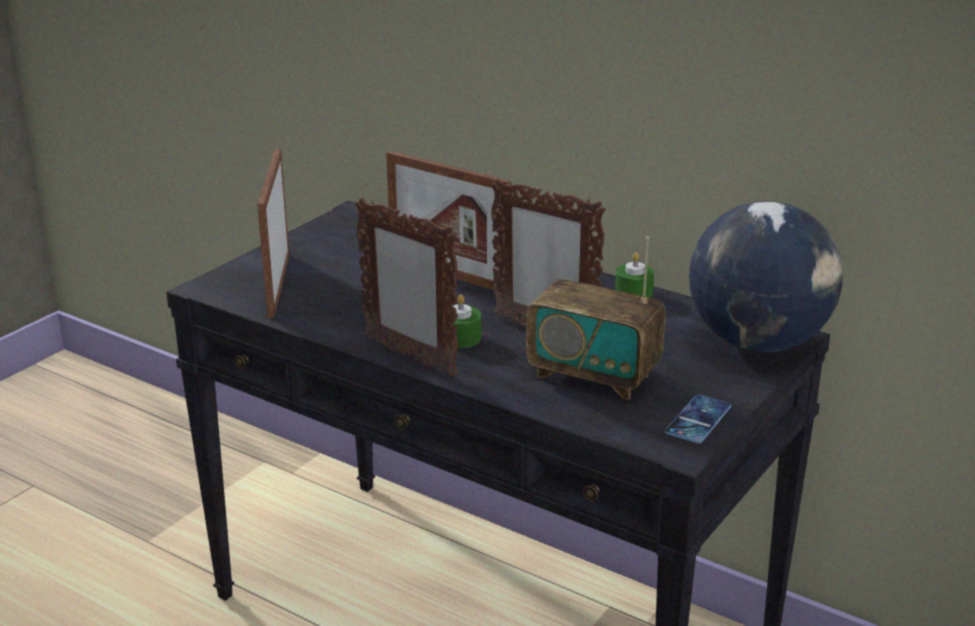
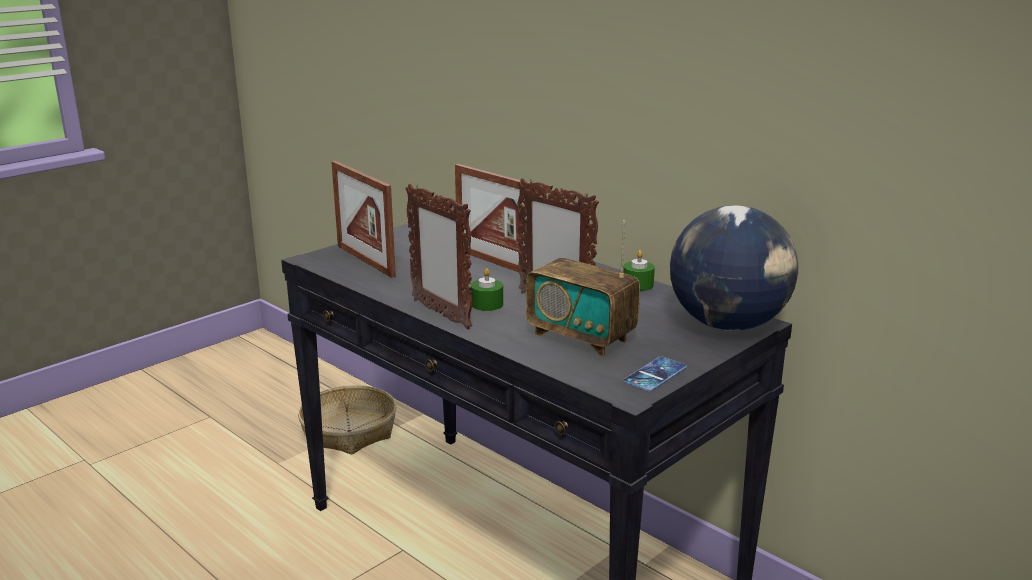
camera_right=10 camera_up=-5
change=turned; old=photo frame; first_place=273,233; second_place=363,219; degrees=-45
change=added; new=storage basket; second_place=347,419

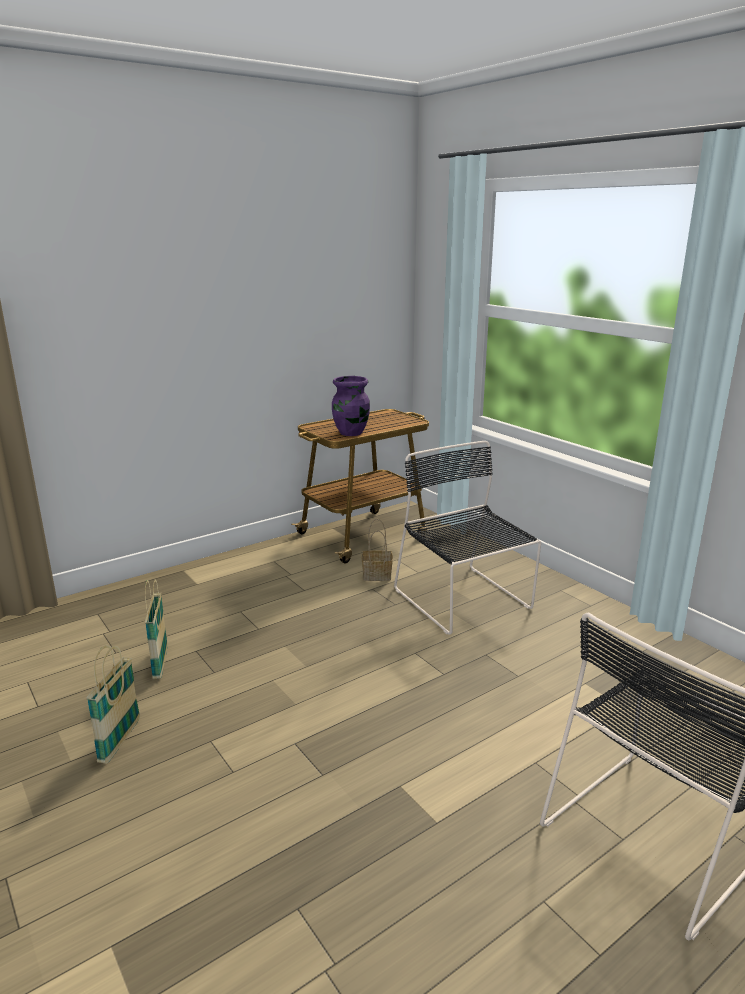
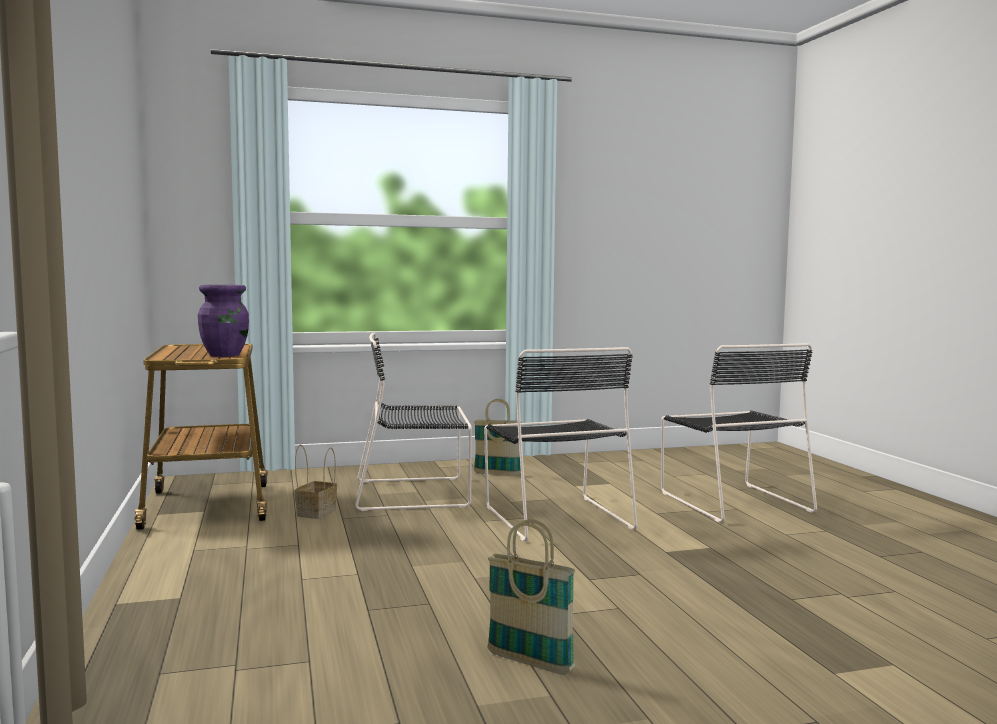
camera_right=-70 camera_up=-15
change=moved; old=storage basket; first_place=156,629; second_place=498,437
change=added; new=black plain chair; second_place=560,444

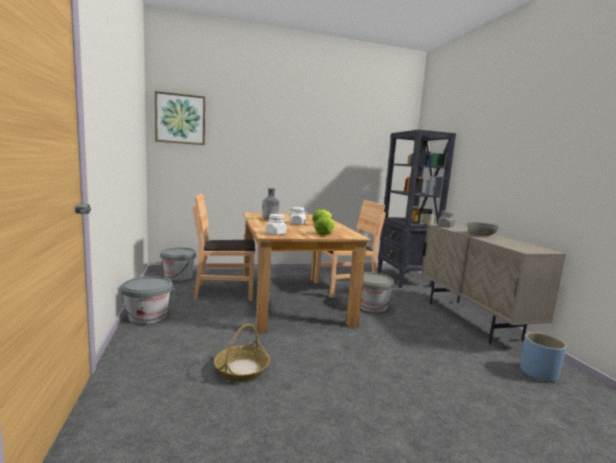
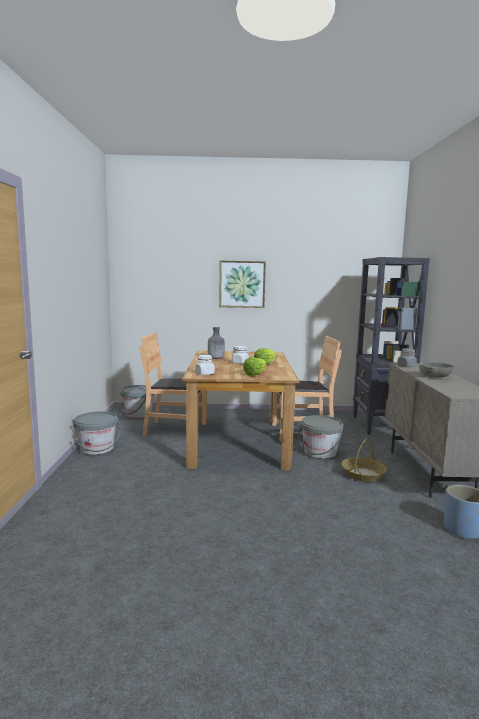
camera_right=15 camera_up=0
change=moved; old=wall picture; first_place=180,118; second_place=242,284
change=moved; old=storage basket; first_place=242,353; second_place=364,460

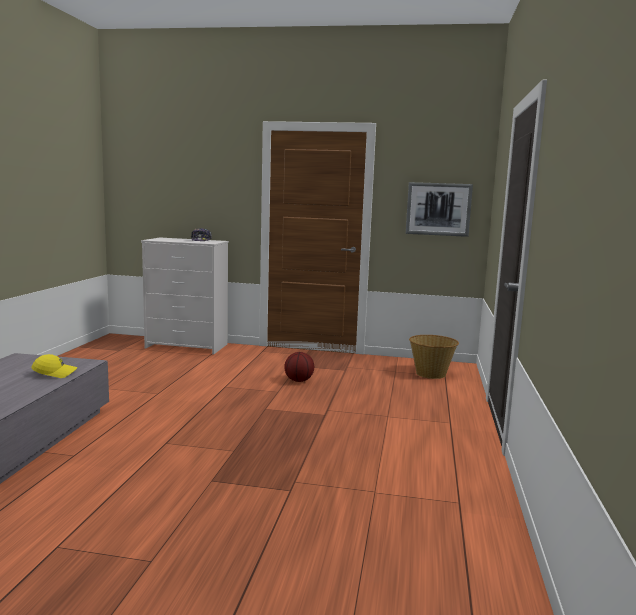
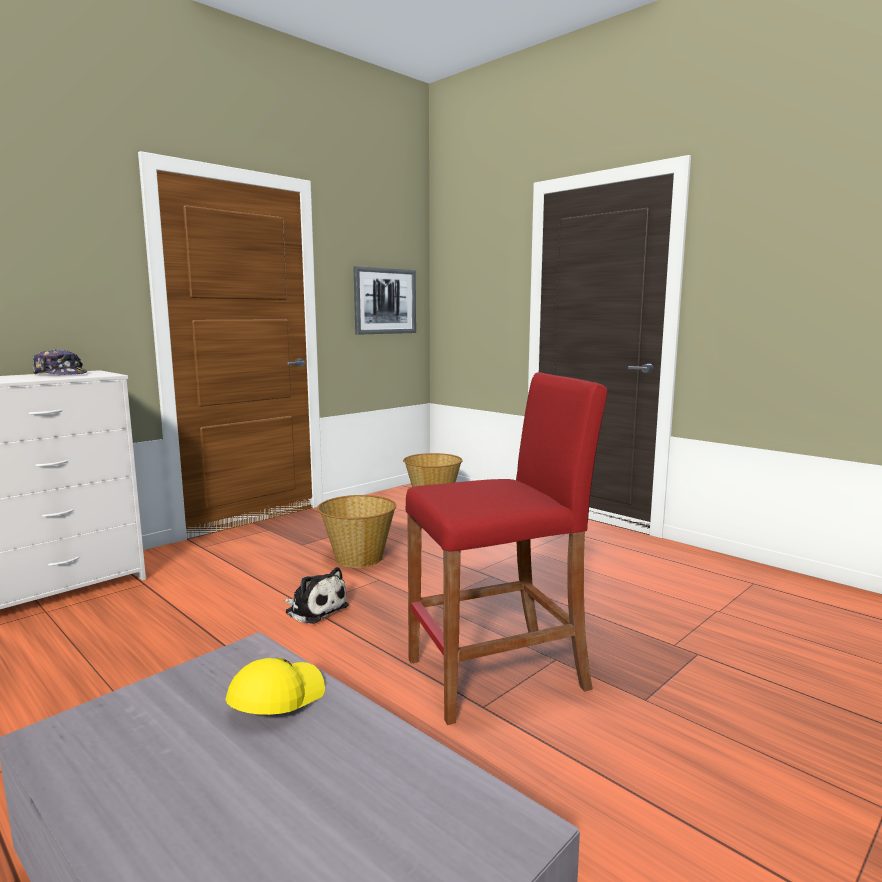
camera_right=-55 camera_up=0
change=replaced; old=basketball ball; new=storage basket; first_place=299,367; second_place=356,531
change=added; new=red-coloured stool seat; second_place=506,548
change=added; new=soft toy; second_place=316,595

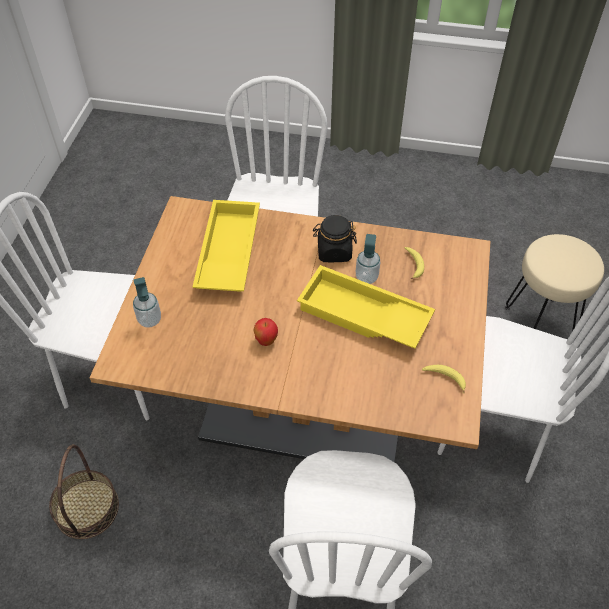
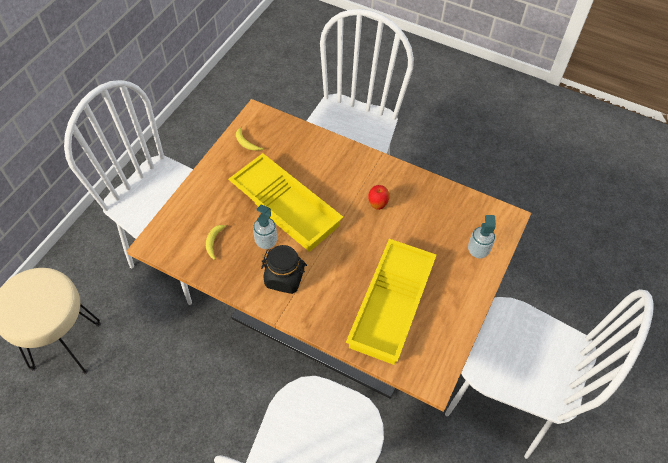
camera_right=-165 camera_up=5
change=removed; old=storage basket; first_place=84,491

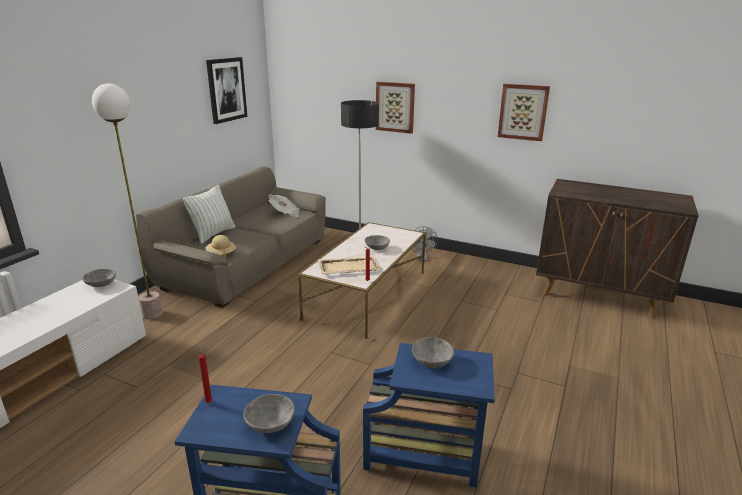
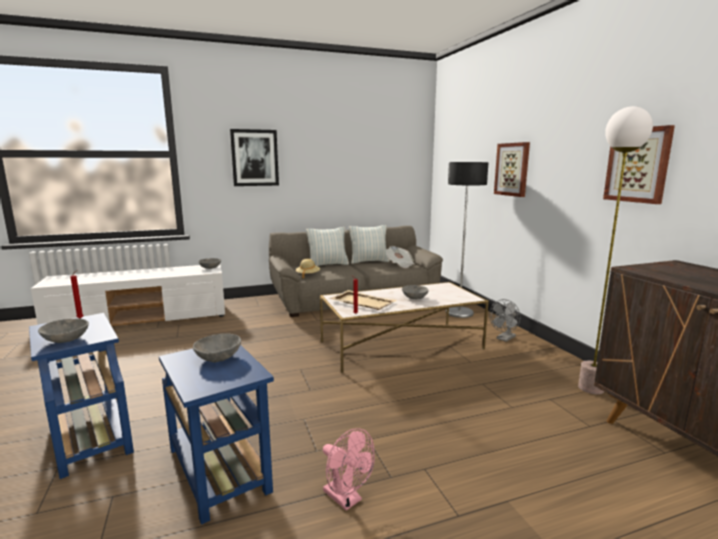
camera_right=45 camera_up=-10
change=moved; old=wall picture; first_place=226,90; second_place=254,157
change=moved; old=floor lamp; first_place=127,201; second_place=615,250
change=added; new=throw pillow; second_place=369,244
change=added; new=pink cooling fan; second_place=349,469

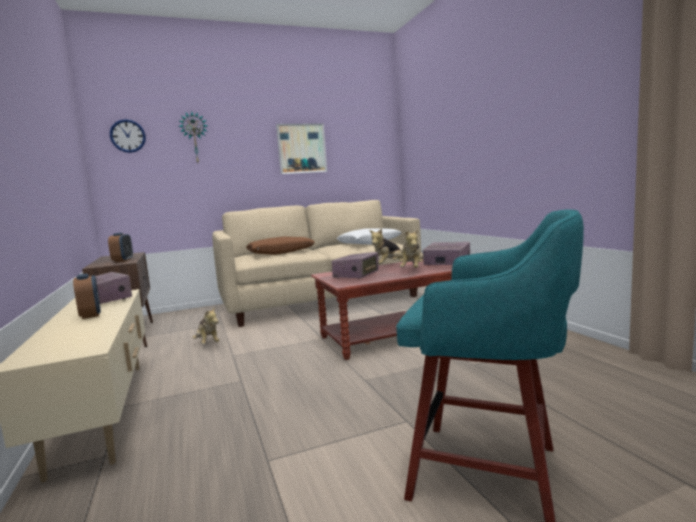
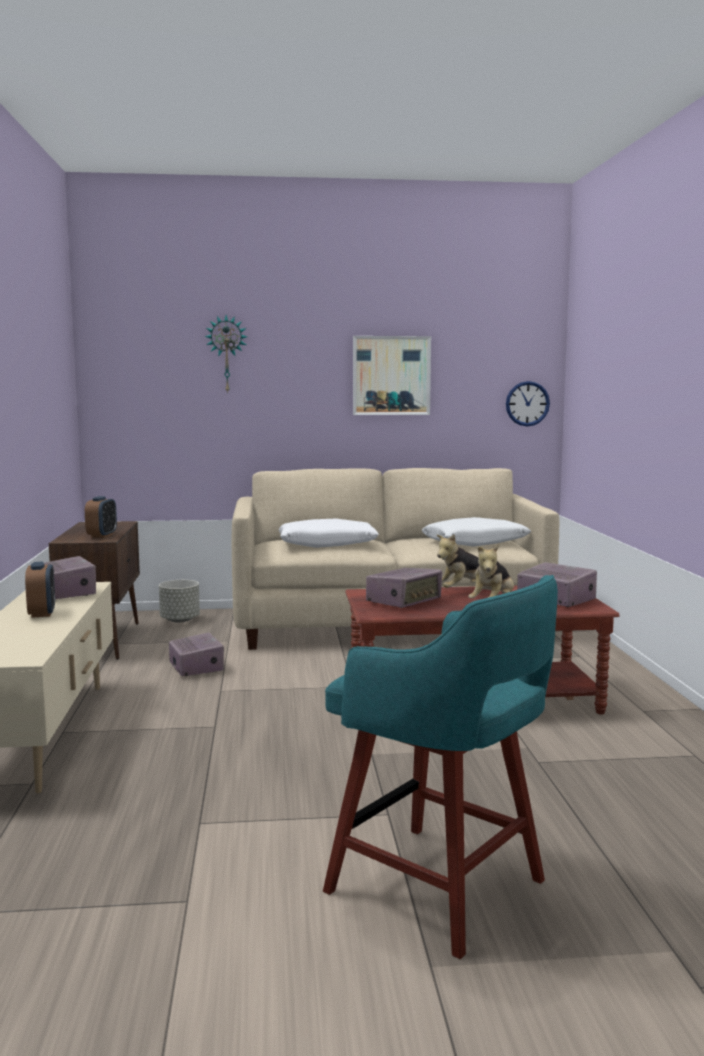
camera_right=15 camera_up=0
change=moved; old=clock on the wall; first_place=128,136; second_place=528,403
change=recoloured; old=brown throw pillow; new=white-coloured throw pillow; first_place=280,246; second_place=329,533
change=replaced; old=soft toy; new=radio; first_place=205,325; second_place=196,654
change=added; new=greyish planter; second_place=179,601

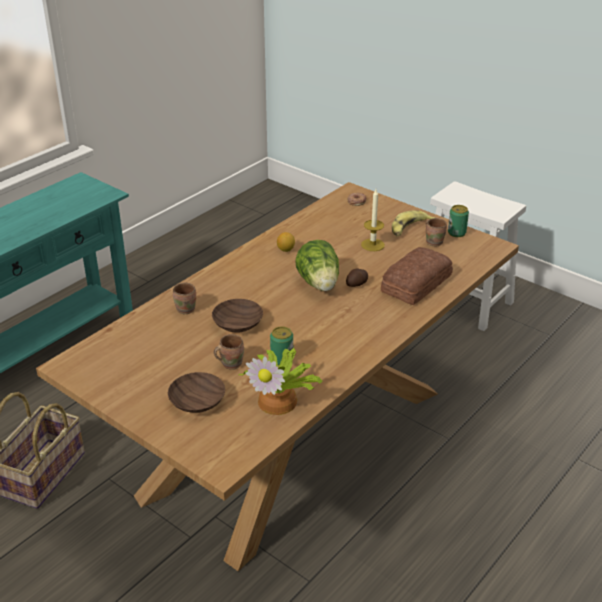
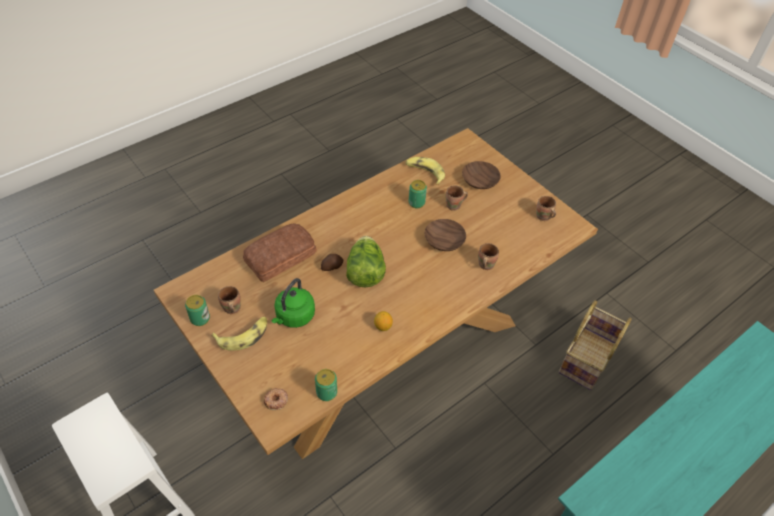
camera_right=-170 camera_up=15
change=replaced; old=candle; new=greenish tea kettle; first_place=373,220; second_place=293,303
change=replaced; old=houseplant; new=whole banana; first_place=281,381; second_place=425,171
change=added; new=brown coffee mug; second_place=546,208
change=added; new=metal can; second_place=326,385

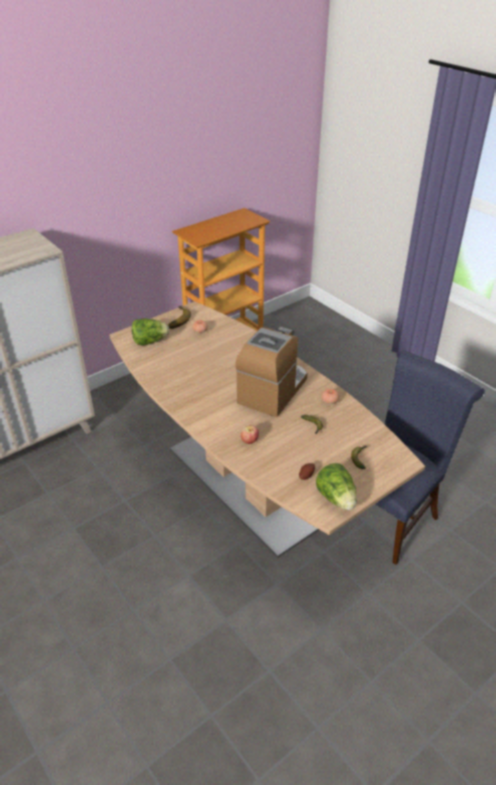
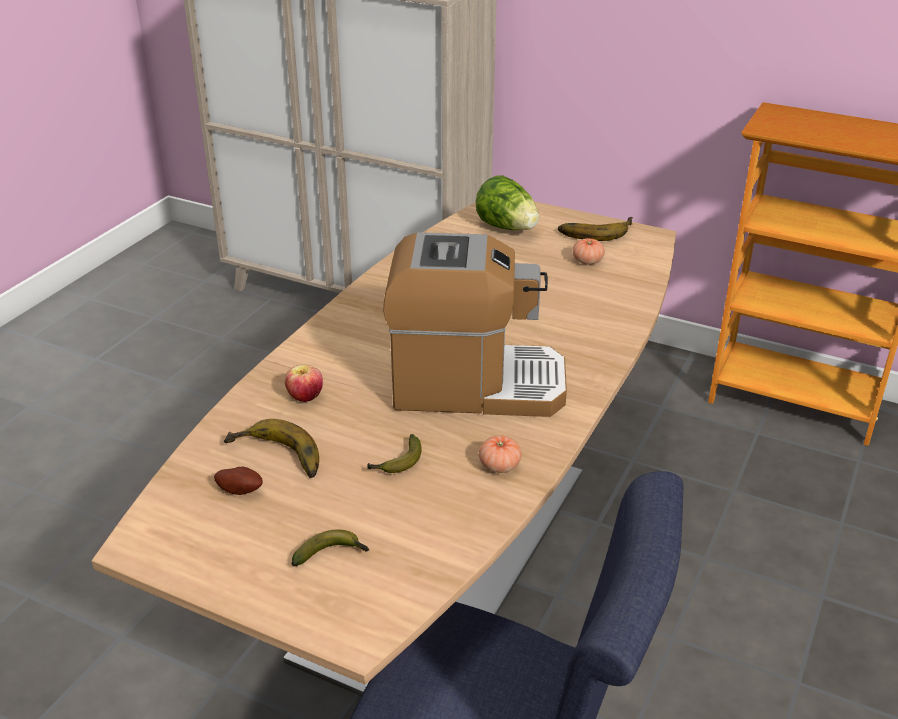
camera_right=65 camera_up=-5
change=removed; old=head of lettuce; first_place=336,486
change=added; new=whole banana; second_place=271,448

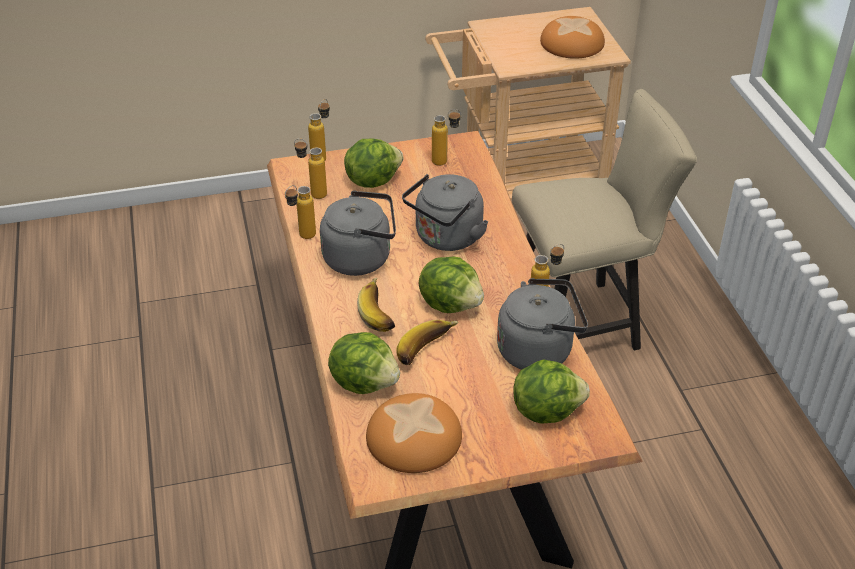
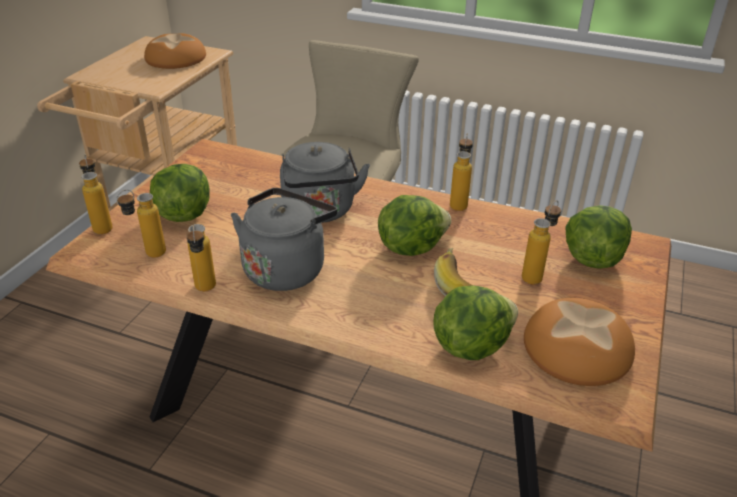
camera_right=-55 camera_up=-5
change=moved; old=bottle; first_place=446,137; second_place=541,242
change=removed; old=whole banana; first_place=376,305
change=removed; old=greyish tea kettle; first_place=542,324

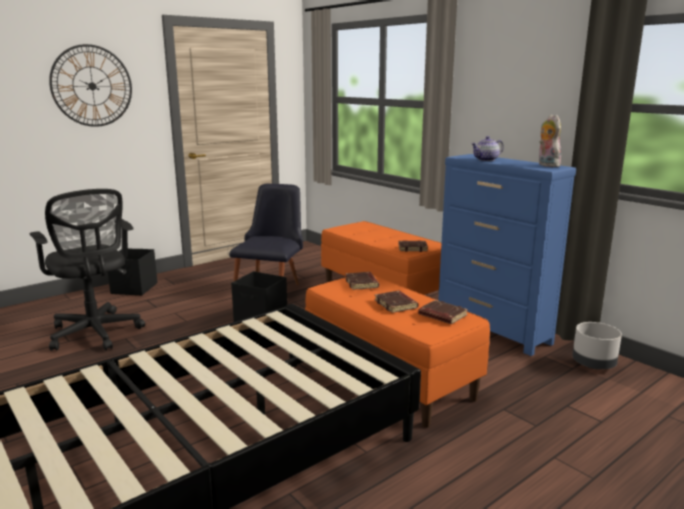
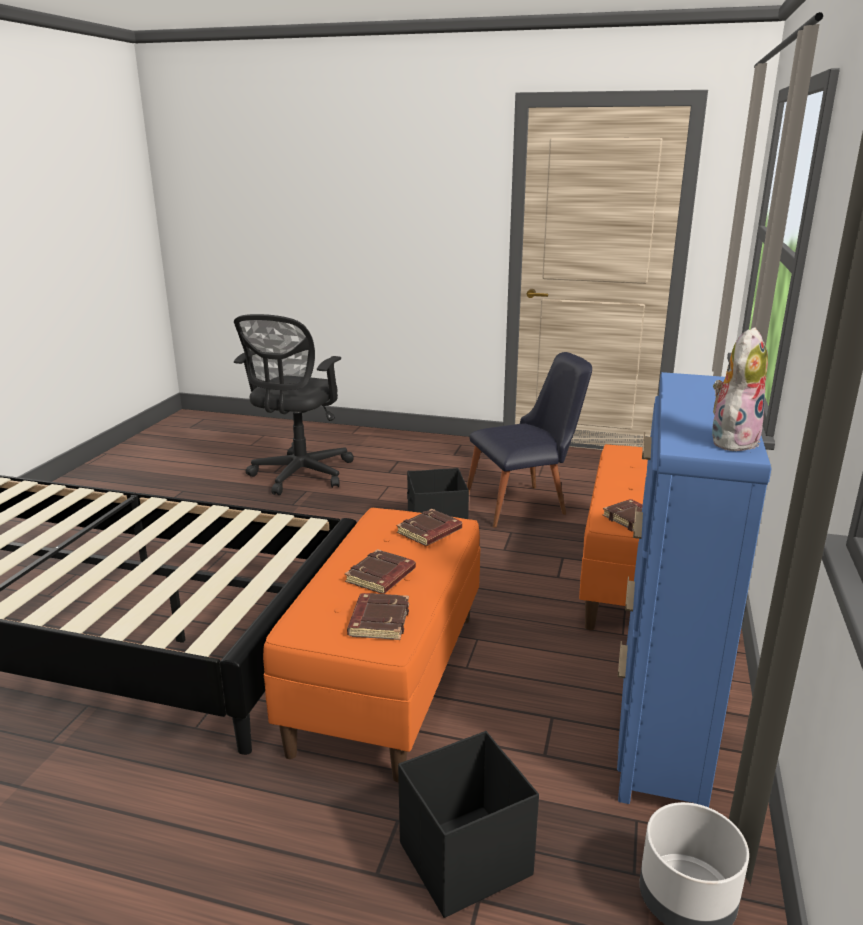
camera_right=55 camera_up=5
change=removed; old=clock on the wall; first_place=90,85
change=removed; old=pot for tea; first_place=487,148
change=moved; old=black storage container; first_place=132,271; second_place=468,824

